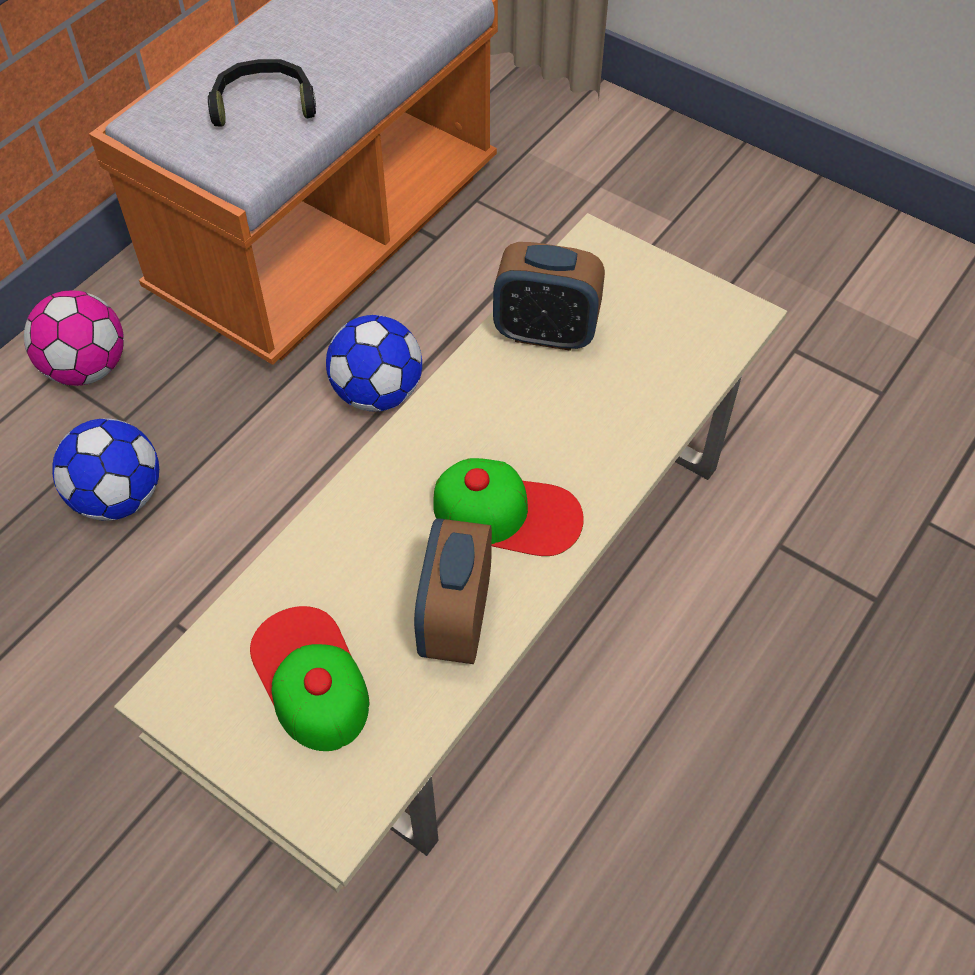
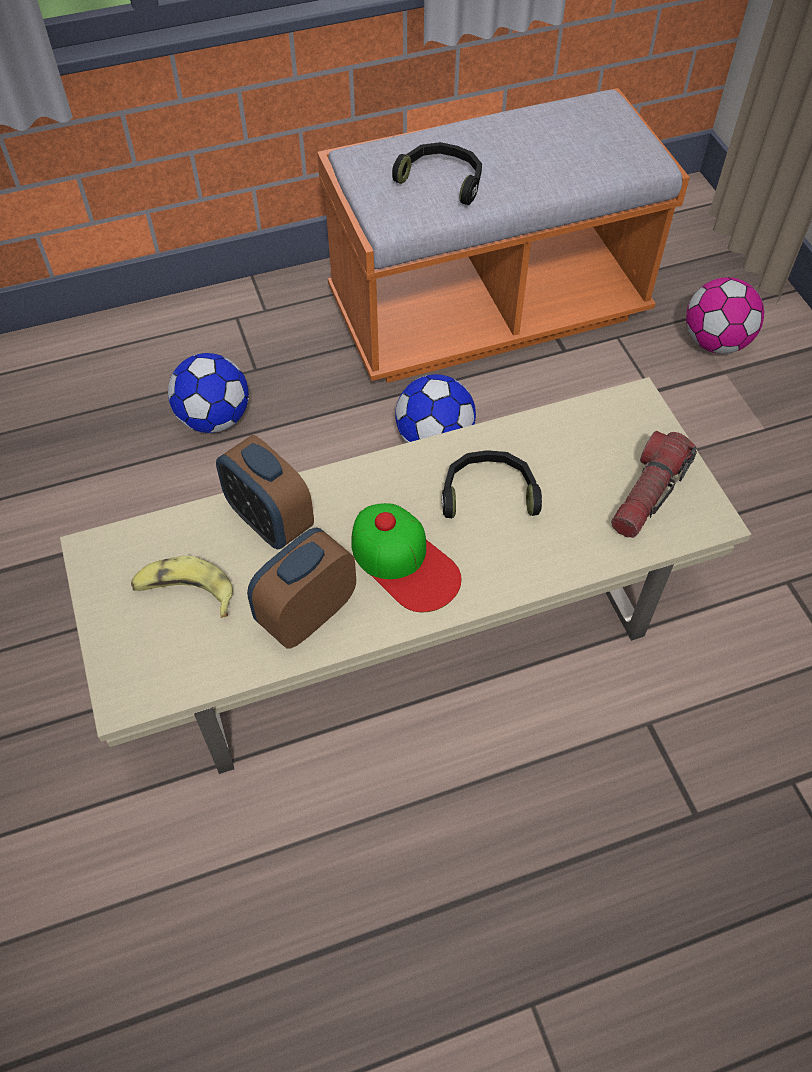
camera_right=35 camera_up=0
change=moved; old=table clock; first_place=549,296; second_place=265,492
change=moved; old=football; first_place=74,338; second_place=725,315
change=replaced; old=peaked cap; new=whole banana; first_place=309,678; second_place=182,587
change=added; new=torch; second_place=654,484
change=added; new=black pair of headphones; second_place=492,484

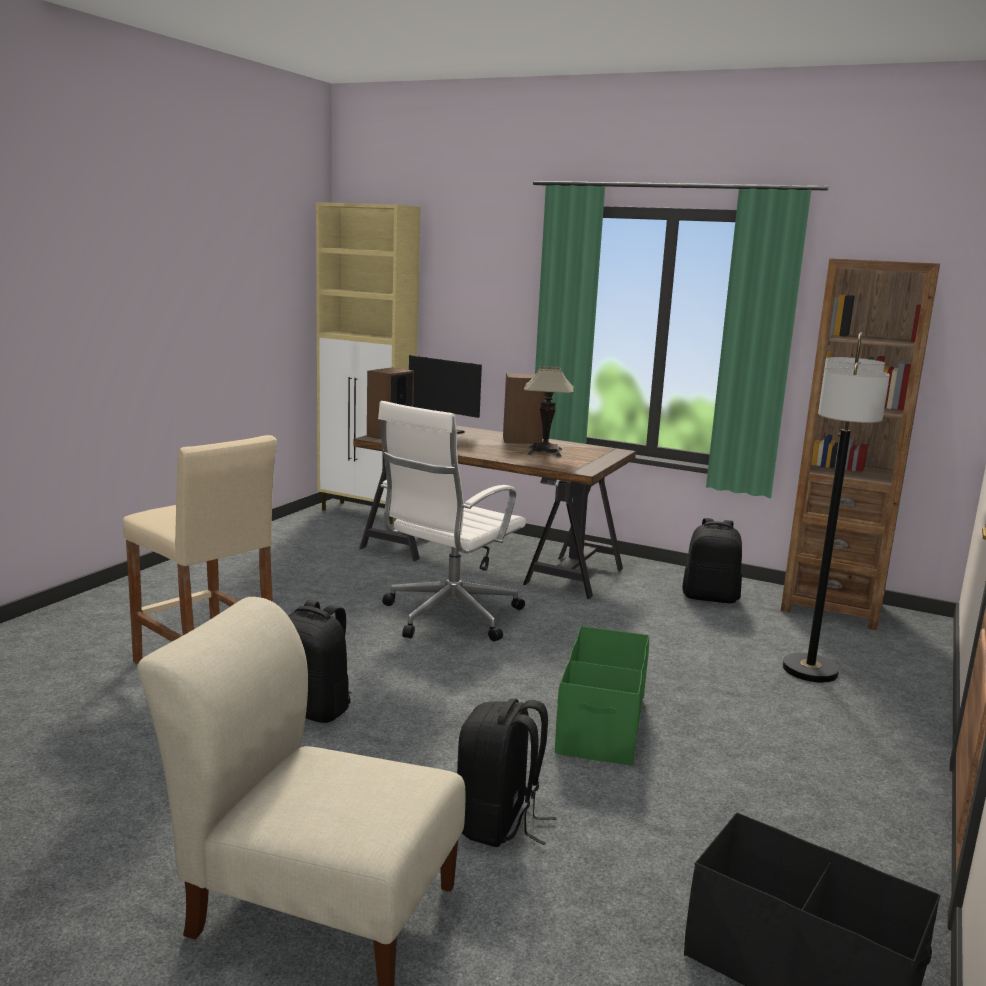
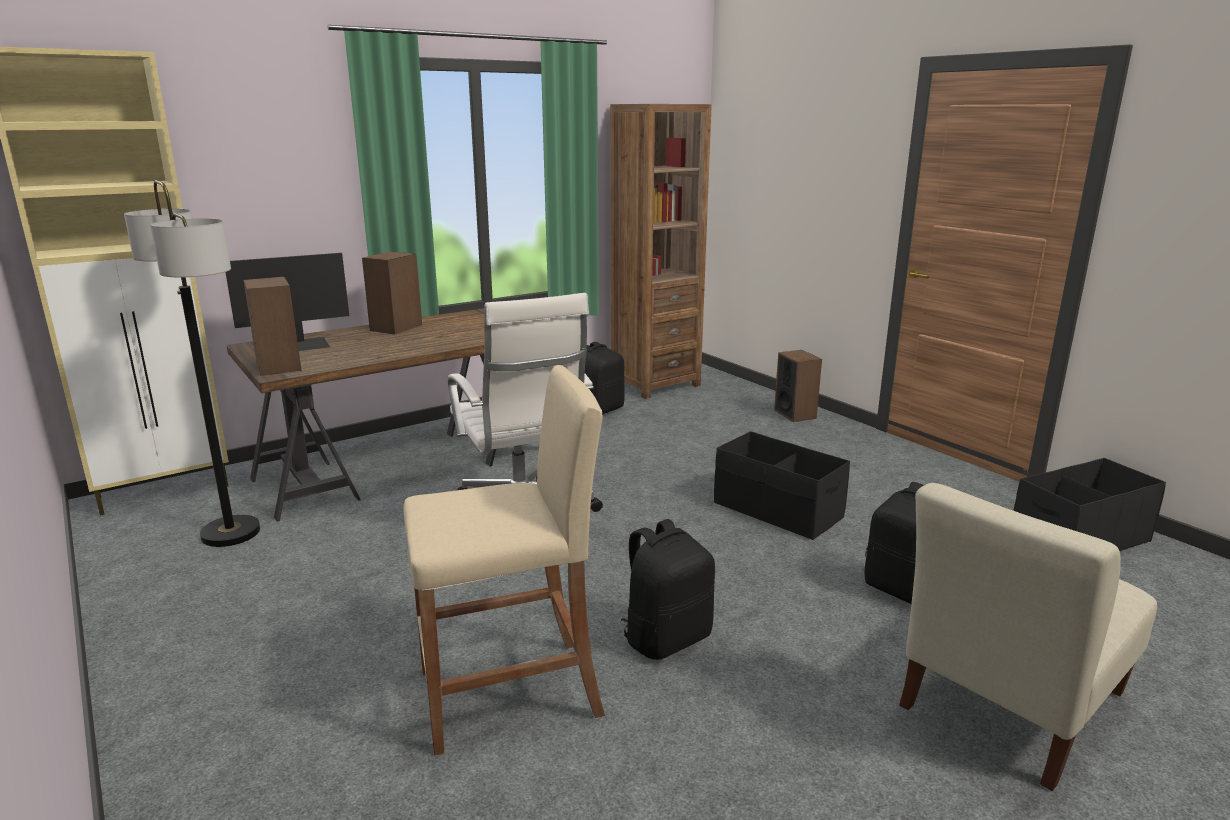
camera_right=-60 camera_up=5
change=moved; old=floor lamp; first_place=836,507; second_place=192,363
change=removed; old=table lamp; first_place=548,411
change=recoloured; old=greenish storage container; new=black storage container; first_place=602,696; second_place=782,485
change=added; new=loudspeaker; second_place=798,386

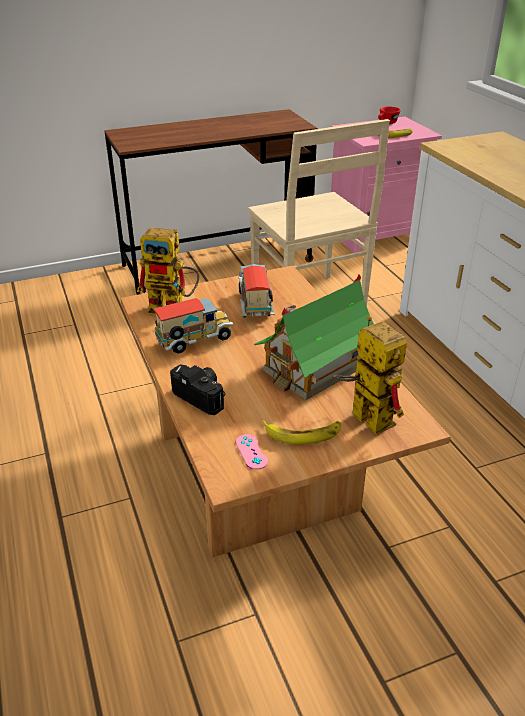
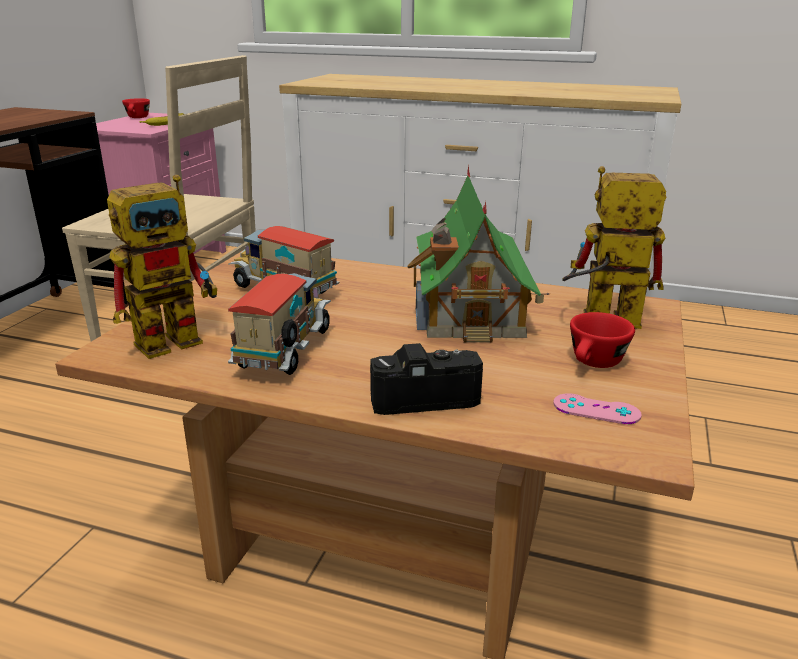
camera_right=-50 camera_up=-10
change=replaced; old=whole banana; new=red-coloured small cup; first_place=301,432; second_place=602,340

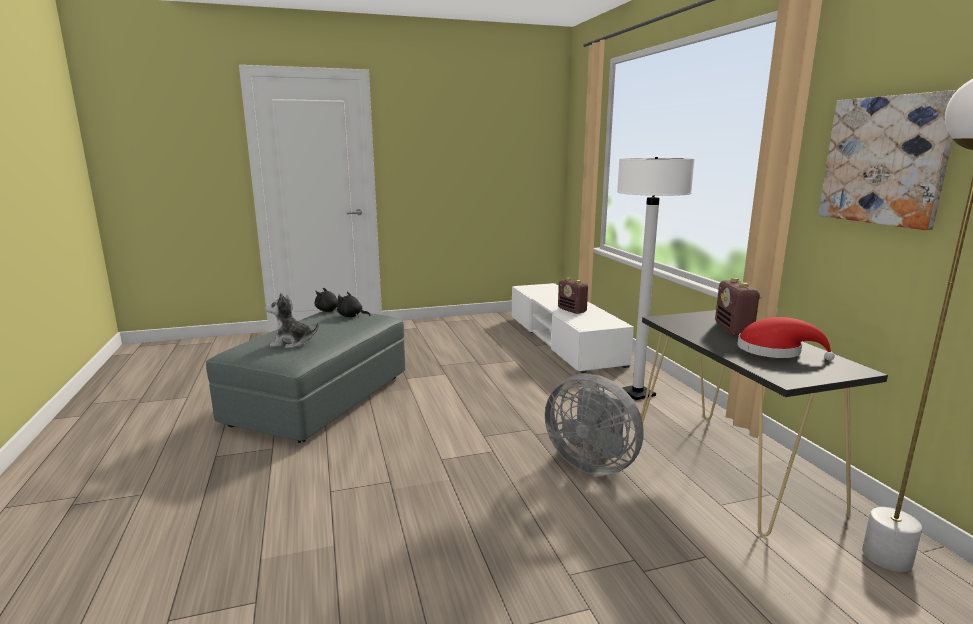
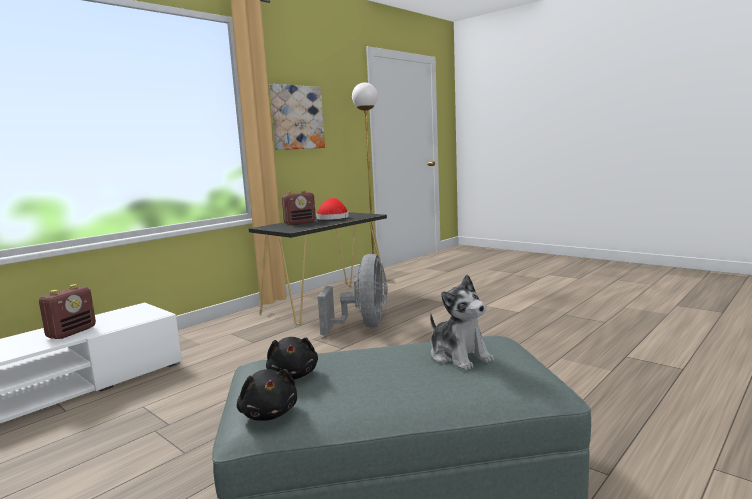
camera_right=-120 camera_up=-5
change=removed; old=white-coloured floor lamp; first_place=656,278

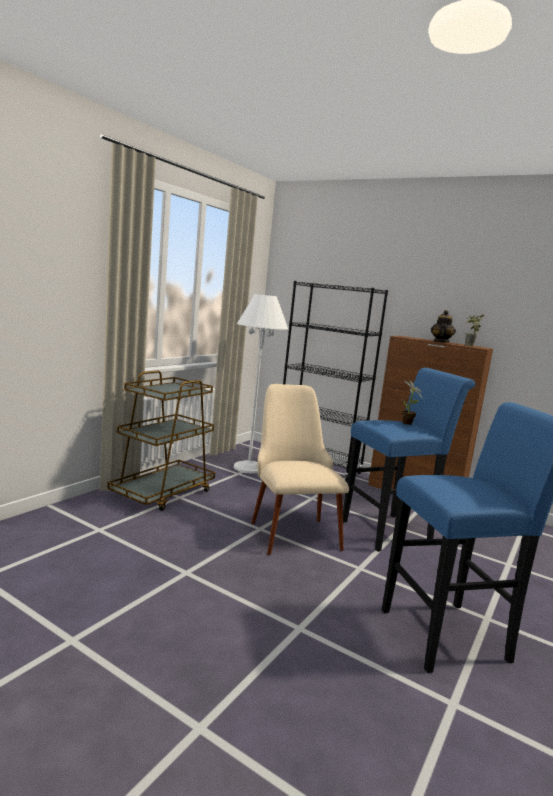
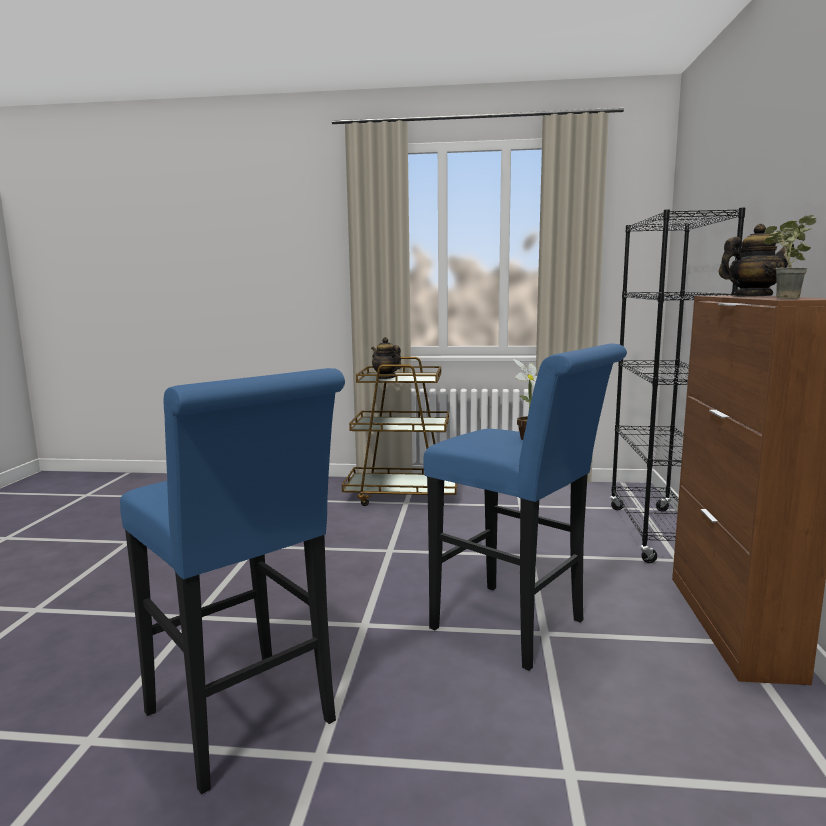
camera_right=65 camera_up=0
change=removed; old=white-coloured floor lamp; first_place=261,384
change=removed; old=beige-coloured plain chair; first_place=300,469
change=added; new=pot for tea; second_place=386,358

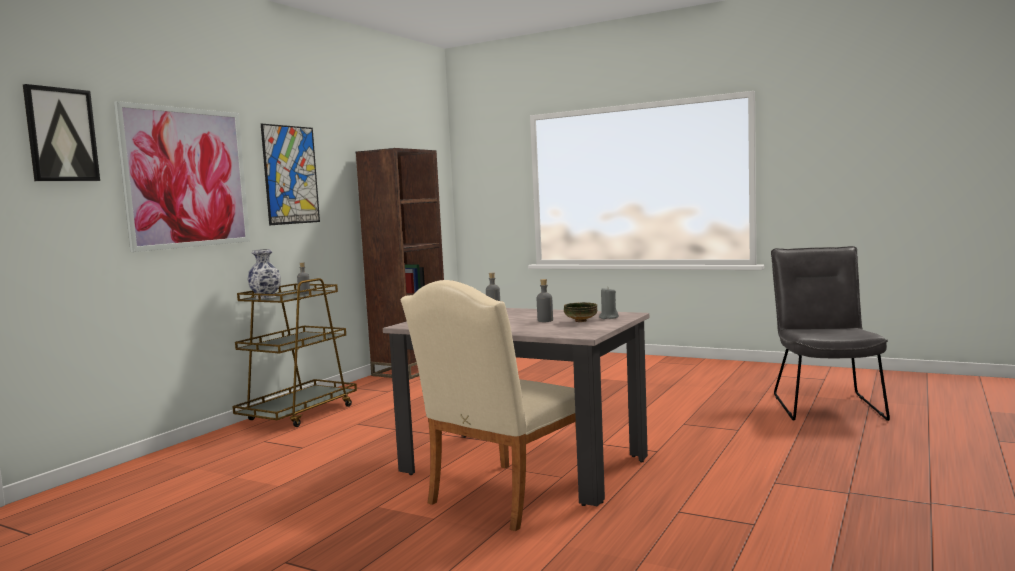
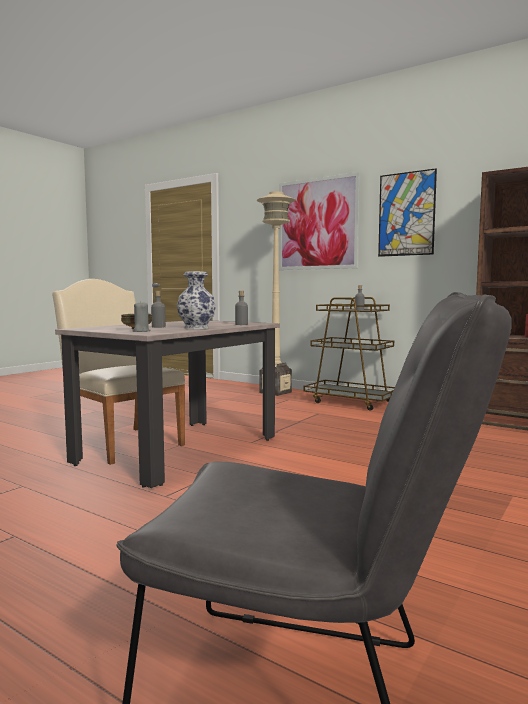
camera_right=95 camera_up=0
change=removed; old=wall picture; first_place=61,132
change=moved; old=flower vase; first_place=264,274; second_place=196,300
change=added; new=beige-coloured floor lamp; second_place=276,293

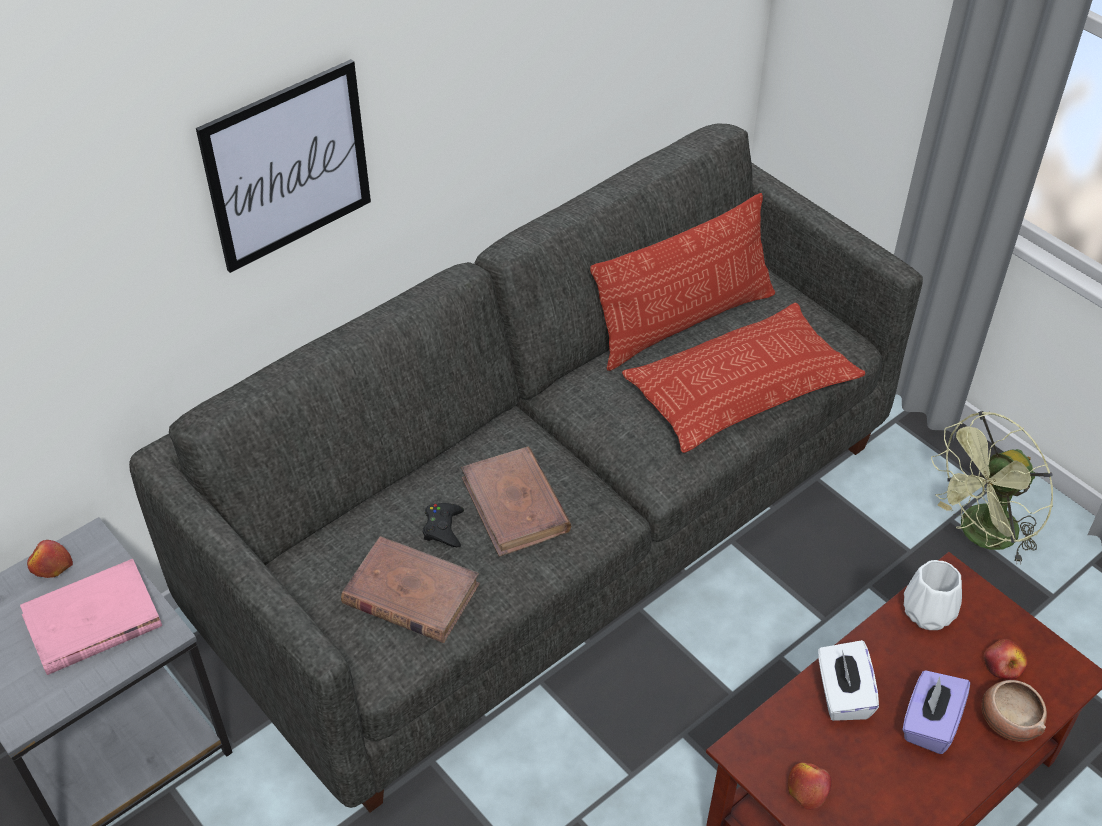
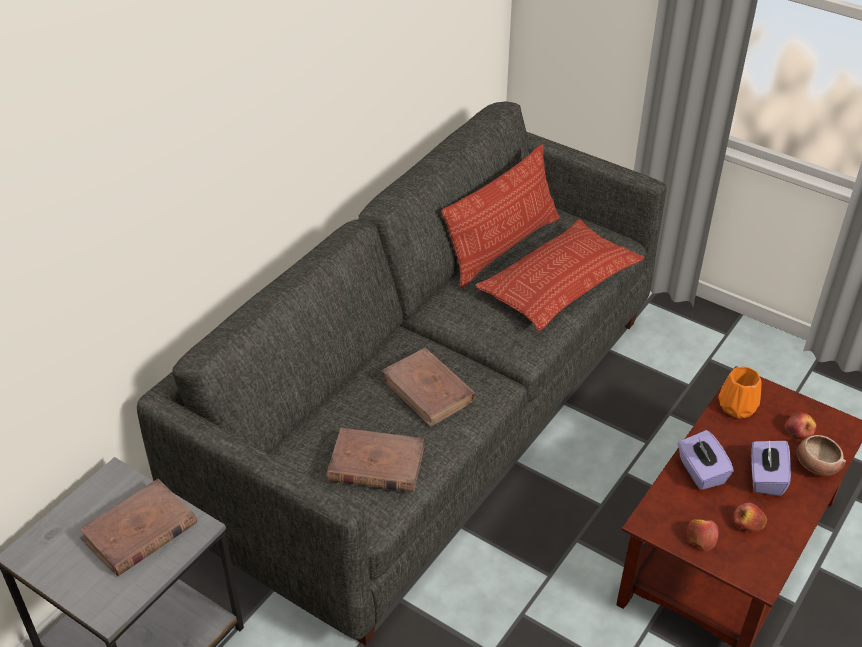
camera_right=-15 camera_up=-5
change=removed; old=wall picture; first_place=283,166
change=removed; old=greenish cooling fan; first_place=992,488
change=removed; old=black joypad; first_place=443,525
change=moved; old=apple; first_place=50,559; second_place=750,516
change=recoloured; old=pink book; new=brown book; first_place=91,617; second_place=138,527
change=recoloured; old=white-coloured flower vase; new=orange-coloured flower vase; first_place=933,595; second_place=739,392
change=recoloured; old=white-coloured box of tissues; new=purple box of tissues; first_place=848,680; second_place=706,460

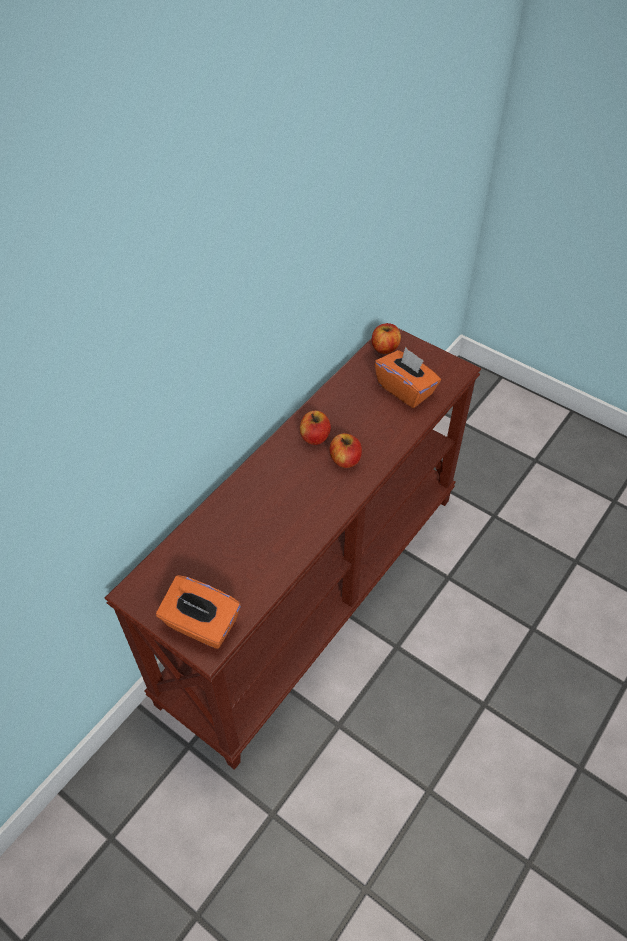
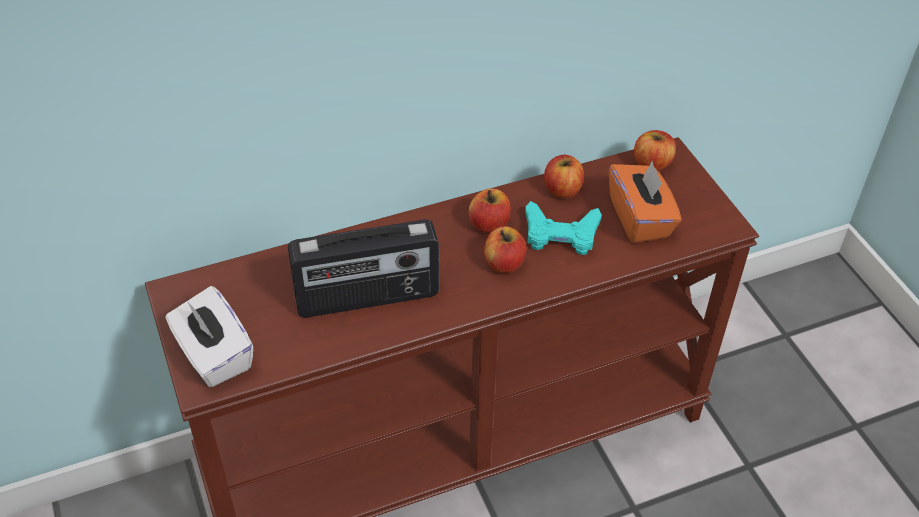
camera_right=30 camera_up=-5
change=recoloured; old=orange-coloured box of tissues; new=white-coloured box of tissues; first_place=198,612; second_place=209,336
change=added; new=apple; second_place=564,176
change=added; new=turquoise-coloured joypad; second_place=563,228
change=added; new=radio; second_place=363,269

